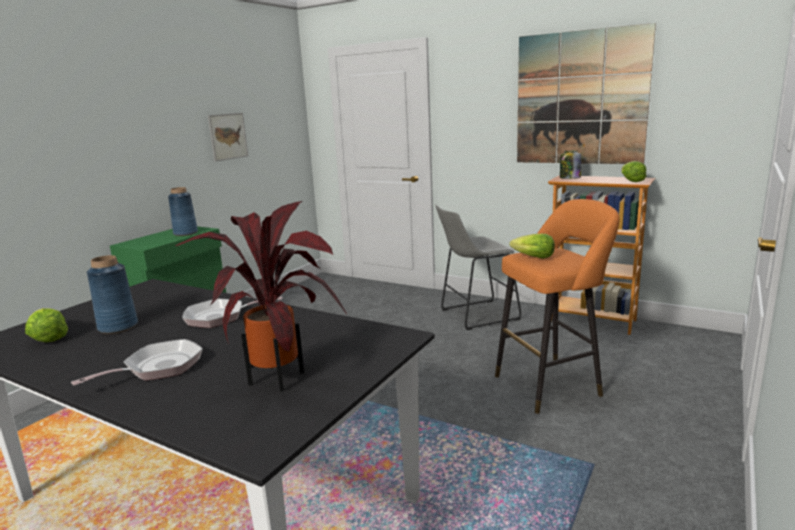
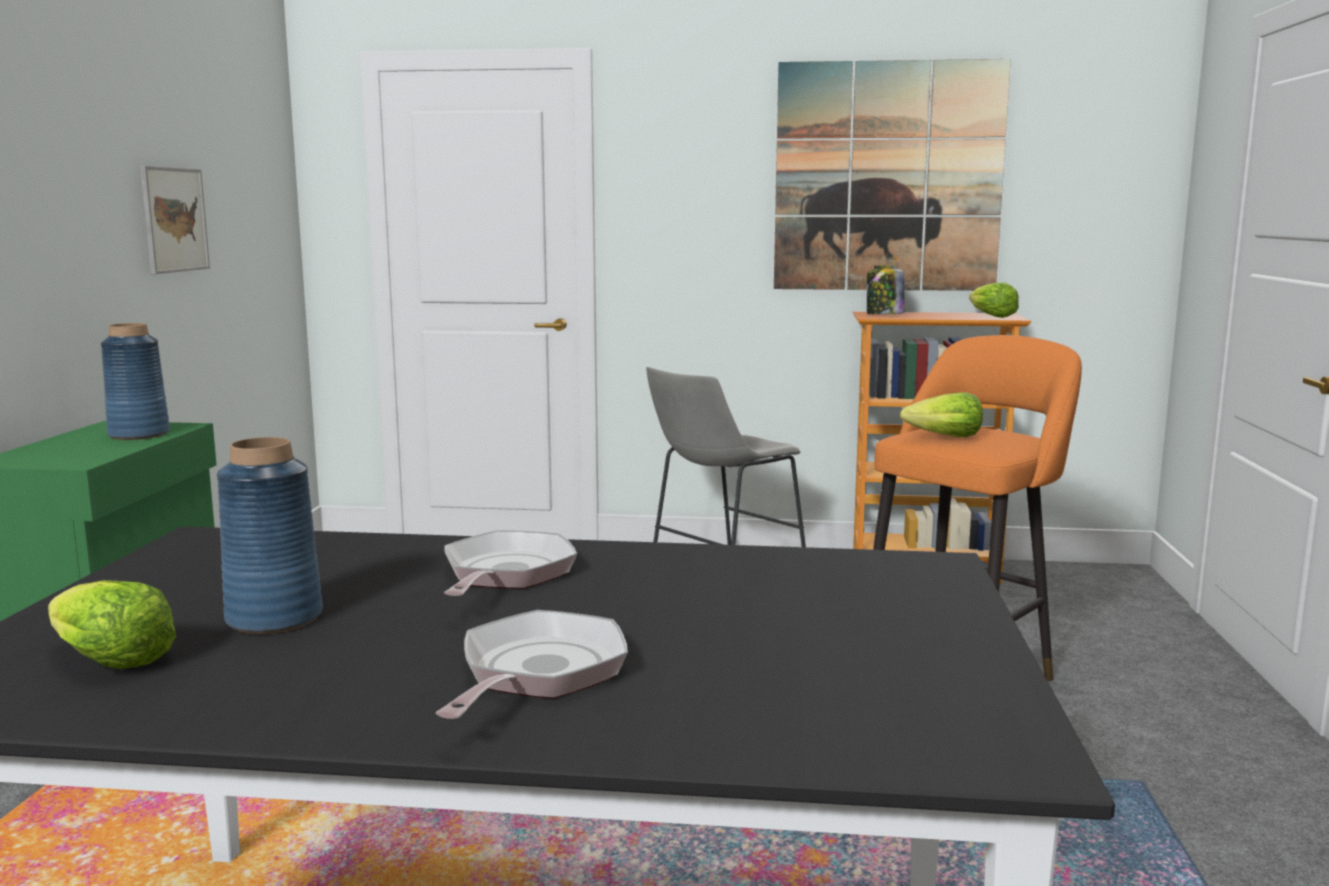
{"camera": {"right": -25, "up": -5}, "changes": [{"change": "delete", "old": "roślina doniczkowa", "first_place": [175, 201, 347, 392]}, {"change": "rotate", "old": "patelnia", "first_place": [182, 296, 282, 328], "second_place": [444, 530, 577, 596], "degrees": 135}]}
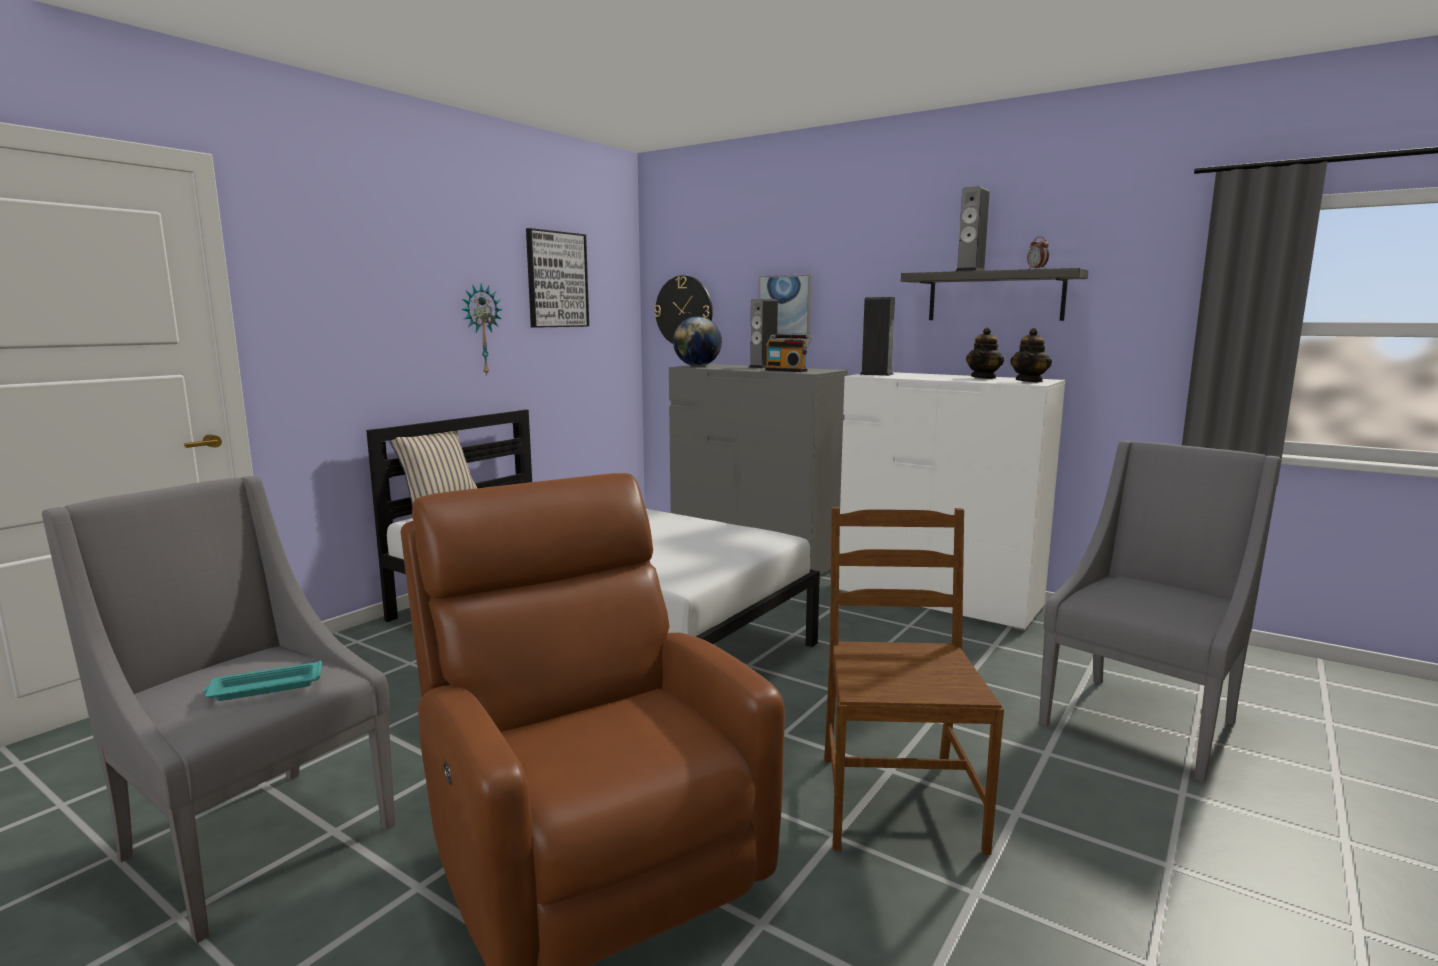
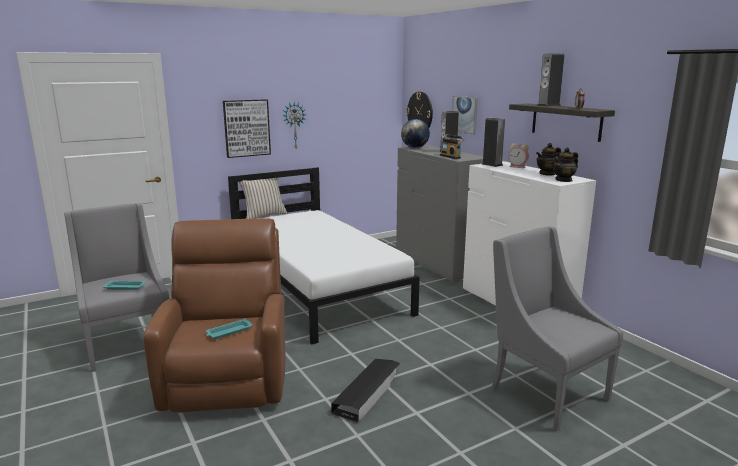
{"camera": {"right": 25, "up": 5}, "changes": [{"change": "move", "old": "obraz", "first_place": [526, 228, 589, 328], "second_place": [223, 99, 271, 158]}, {"change": "replace", "old": "krzesło/brązowy", "new": "pojemnik do przechowywania/czarny", "first_place": [824, 507, 1004, 855], "second_place": [331, 359, 400, 423]}, {"change": "rotate", "old": "fotel/szary", "first_place": [1039, 441, 1281, 783], "second_place": [491, 226, 623, 432], "degrees": -105}, {"change": "insert", "new": "taca/turkusowy", "second_place": [206, 318, 253, 339]}, {"change": "insert", "new": "budzik", "second_place": [508, 143, 529, 168]}]}
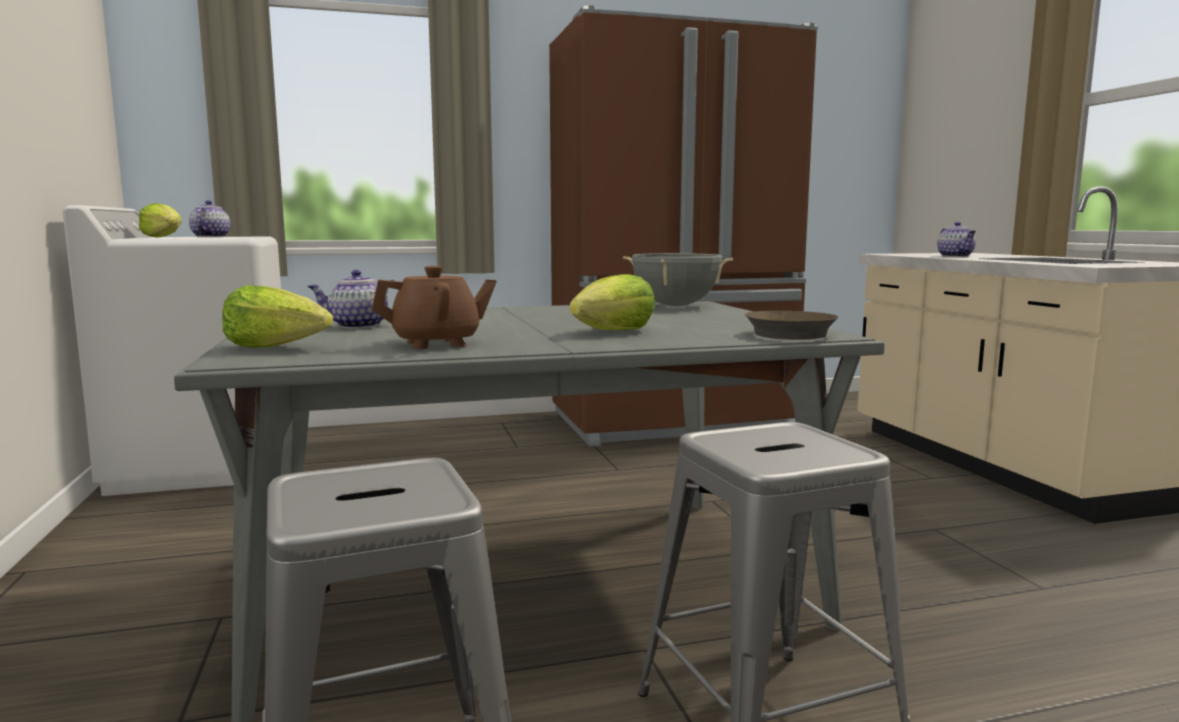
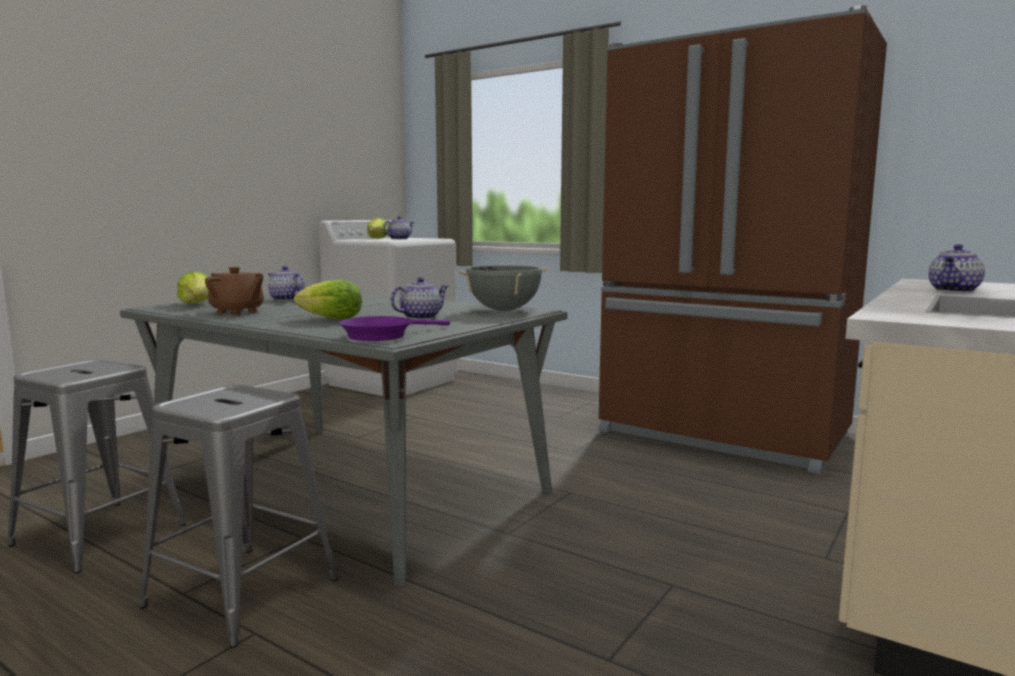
{"camera": {"right": 50, "up": 0}, "changes": [{"change": "recolor", "old": "patelnia/brązowy", "new": "patelnia/fioletowy", "first_place": [745, 311, 839, 340], "second_place": [339, 316, 450, 341]}, {"change": "insert", "new": "imbryk", "second_place": [390, 277, 448, 320]}]}
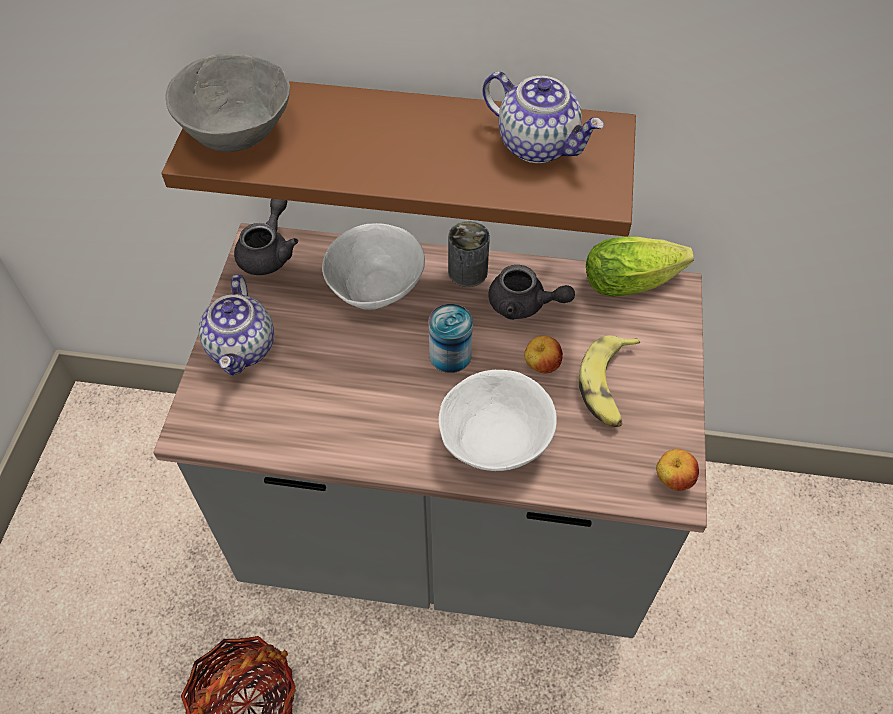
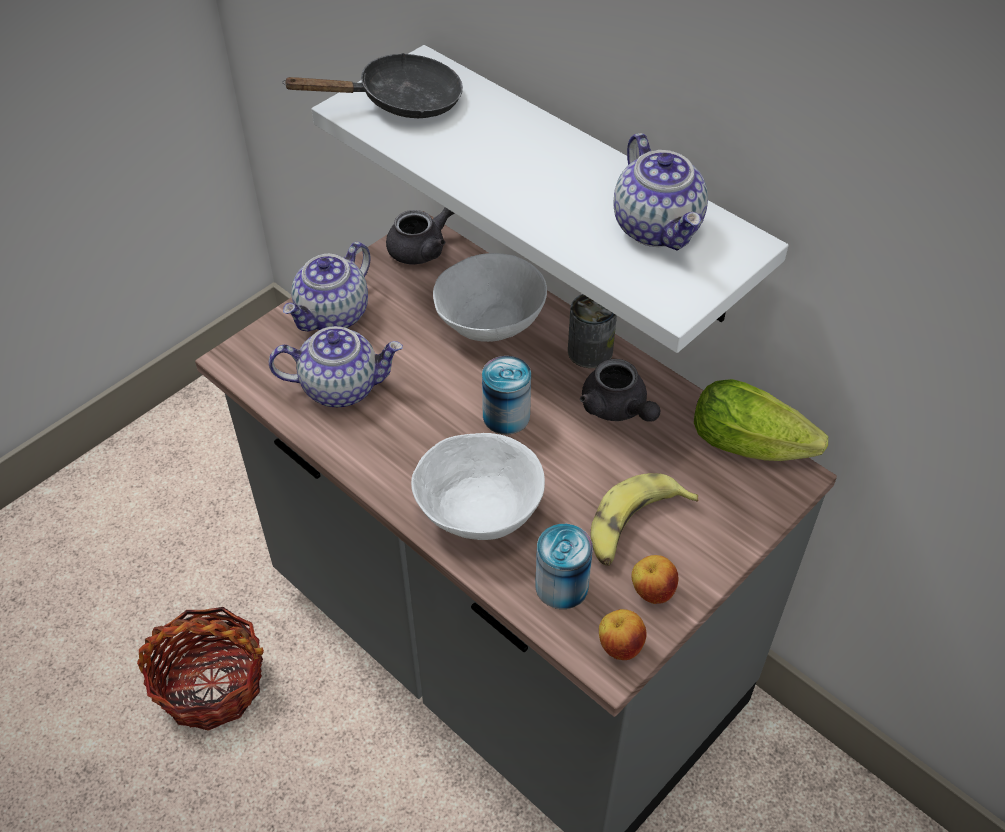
{"camera": {"right": 35, "up": -5}, "changes": [{"change": "recolor", "old": "półka/brązowy", "new": "półka/biały", "first_place": [161, 81, 636, 237], "second_place": [312, 45, 789, 353]}, {"change": "replace", "old": "miska/szary", "new": "patelnia/czarny", "first_place": [166, 53, 290, 152], "second_place": [282, 53, 463, 118]}, {"change": "move", "old": "jabłko", "first_place": [524, 336, 563, 373], "second_place": [631, 555, 678, 604]}, {"change": "insert", "new": "imbryk", "second_place": [269, 326, 403, 407]}, {"change": "insert", "new": "puszka", "second_place": [535, 524, 593, 609]}]}
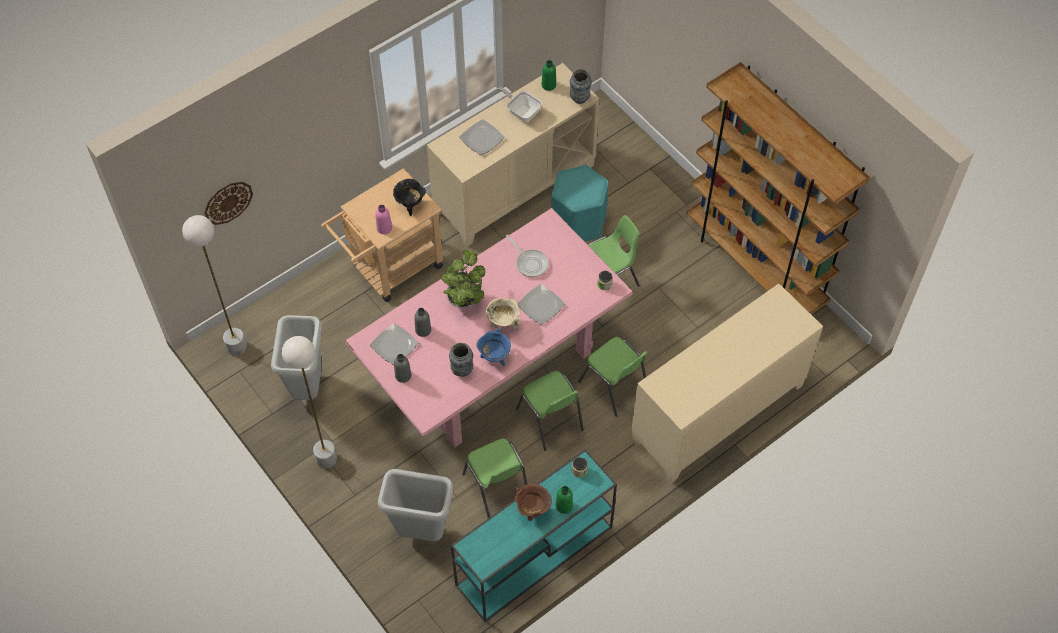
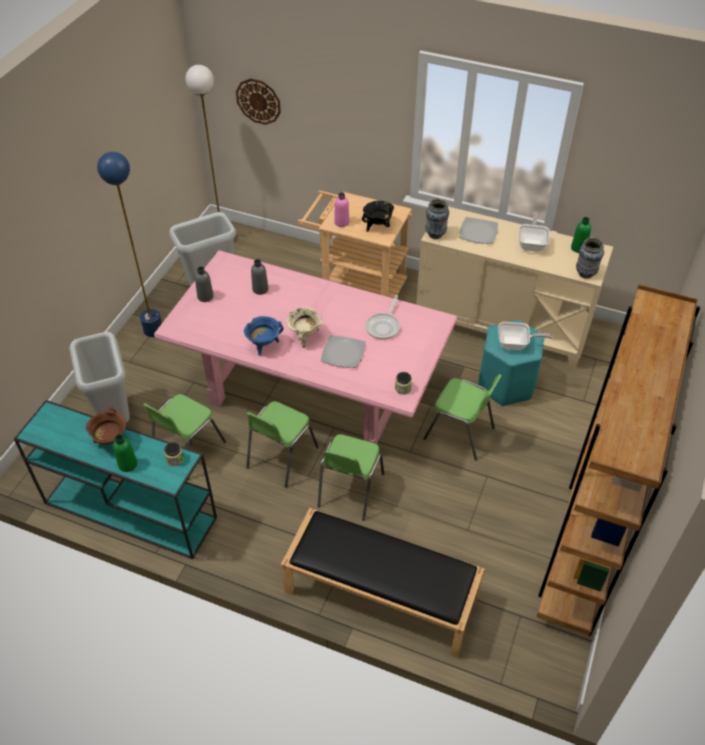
{"camera": {"right": 60, "up": -10}, "changes": [{"change": "recolor", "old": "lampa stojąca/biały", "new": "lampa stojąca/niebieski", "first_place": [282, 336, 337, 469], "second_place": [97, 152, 162, 337]}, {"change": "delete", "old": "talerz", "first_place": [370, 323, 418, 365]}, {"change": "delete", "old": "roślina doniczkowa", "first_place": [441, 250, 485, 308]}, {"change": "move", "old": "wazon", "first_place": [449, 343, 473, 377], "second_place": [425, 199, 449, 239]}, {"change": "replace", "old": "szafka/beżowy", "new": "ławka/czarny", "first_place": [631, 284, 823, 483], "second_place": [281, 508, 485, 658]}, {"change": "insert", "new": "patelnia", "second_place": [499, 322, 553, 350]}]}
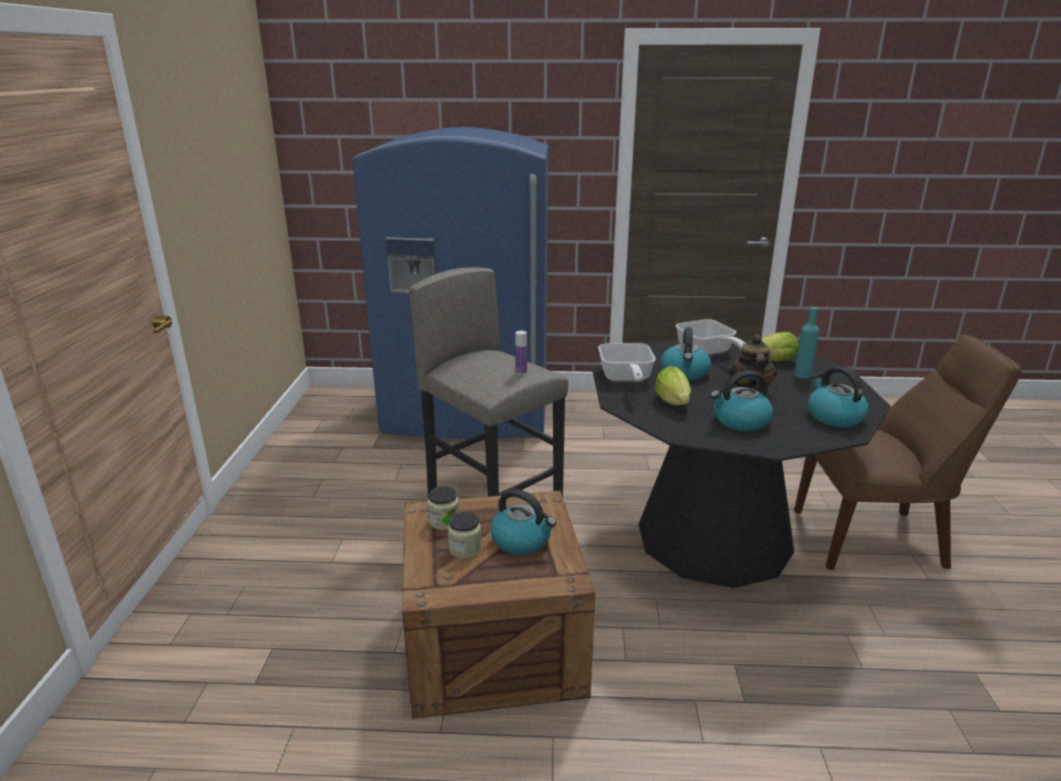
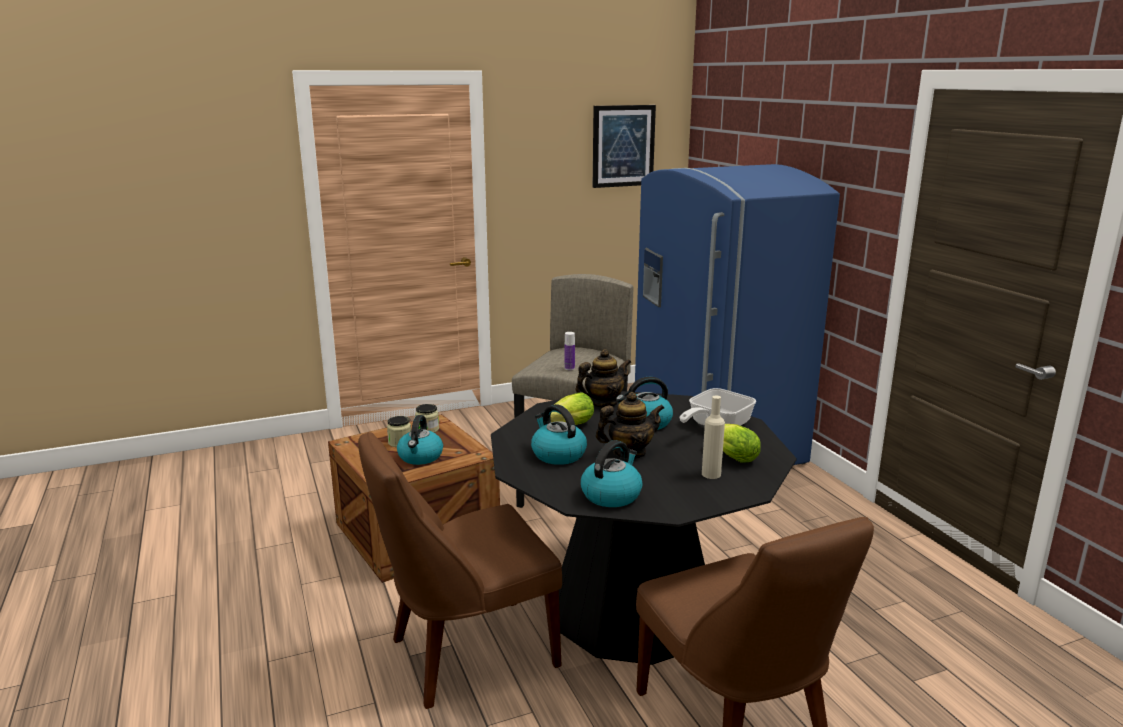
{"camera": {"right": 65, "up": -5}, "changes": [{"change": "replace", "old": "patelnia", "new": "imbryk", "first_place": [598, 343, 656, 382], "second_place": [576, 349, 631, 407]}, {"change": "recolor", "old": "butelka/turkusowy", "new": "butelka/beżowy", "first_place": [794, 307, 819, 379], "second_place": [702, 396, 725, 479]}, {"change": "insert", "new": "krzesło/brązowy", "second_place": [358, 432, 562, 709]}, {"change": "insert", "new": "obraz", "second_place": [593, 105, 656, 188]}]}
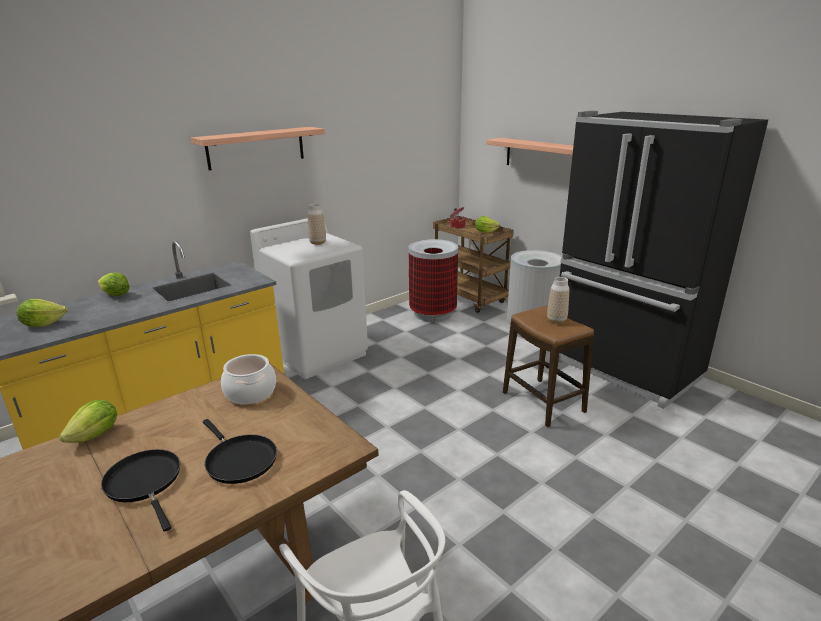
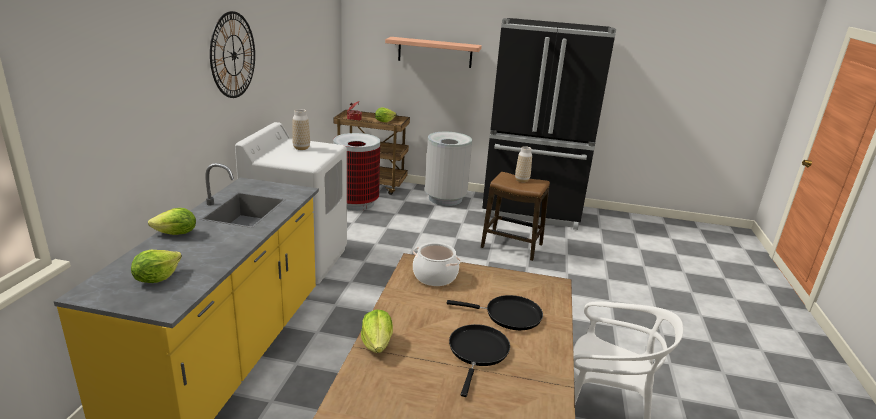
{"camera": {"right": -40, "up": 0}, "changes": [{"change": "rotate", "old": "patelnia/czarny", "first_place": [101, 449, 180, 532], "second_place": [449, 324, 510, 397], "degrees": 90}, {"change": "replace", "old": "półka", "new": "zegar ścienny", "first_place": [191, 127, 325, 170], "second_place": [210, 11, 255, 98]}]}
